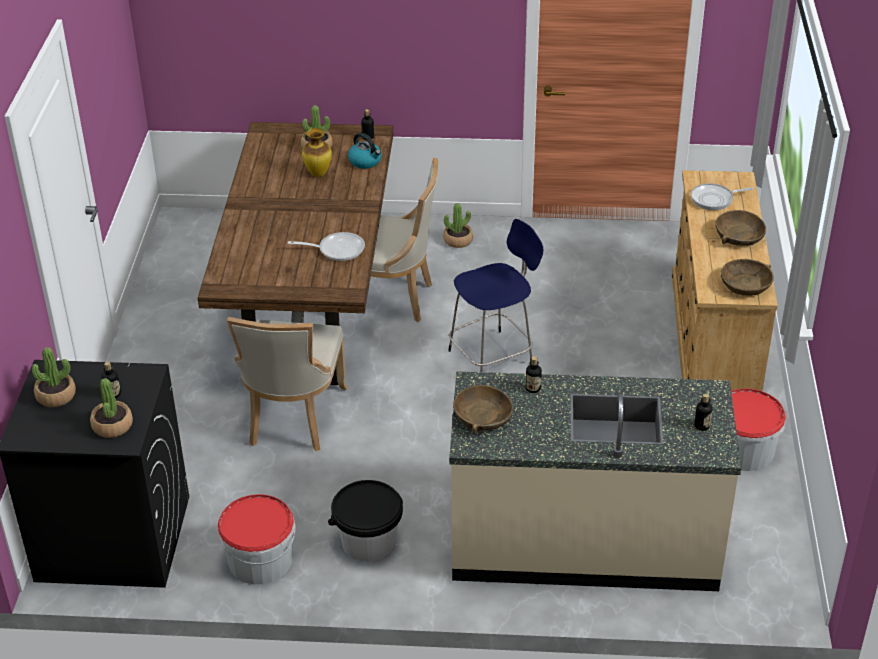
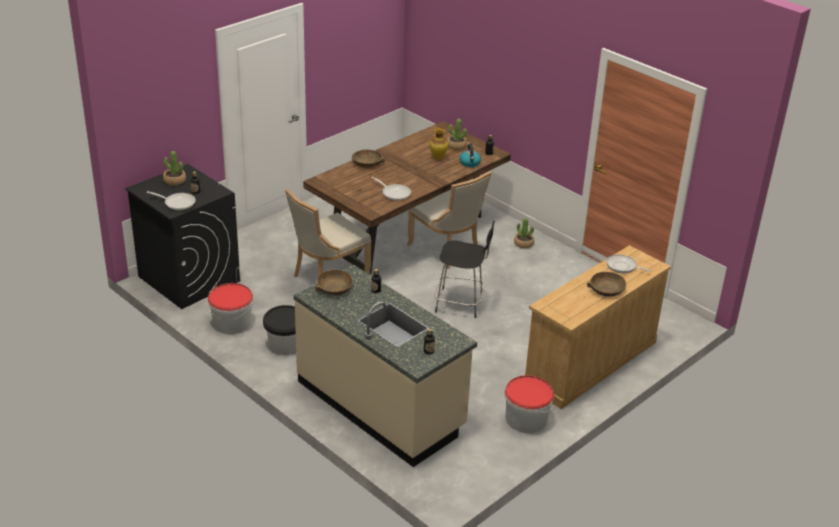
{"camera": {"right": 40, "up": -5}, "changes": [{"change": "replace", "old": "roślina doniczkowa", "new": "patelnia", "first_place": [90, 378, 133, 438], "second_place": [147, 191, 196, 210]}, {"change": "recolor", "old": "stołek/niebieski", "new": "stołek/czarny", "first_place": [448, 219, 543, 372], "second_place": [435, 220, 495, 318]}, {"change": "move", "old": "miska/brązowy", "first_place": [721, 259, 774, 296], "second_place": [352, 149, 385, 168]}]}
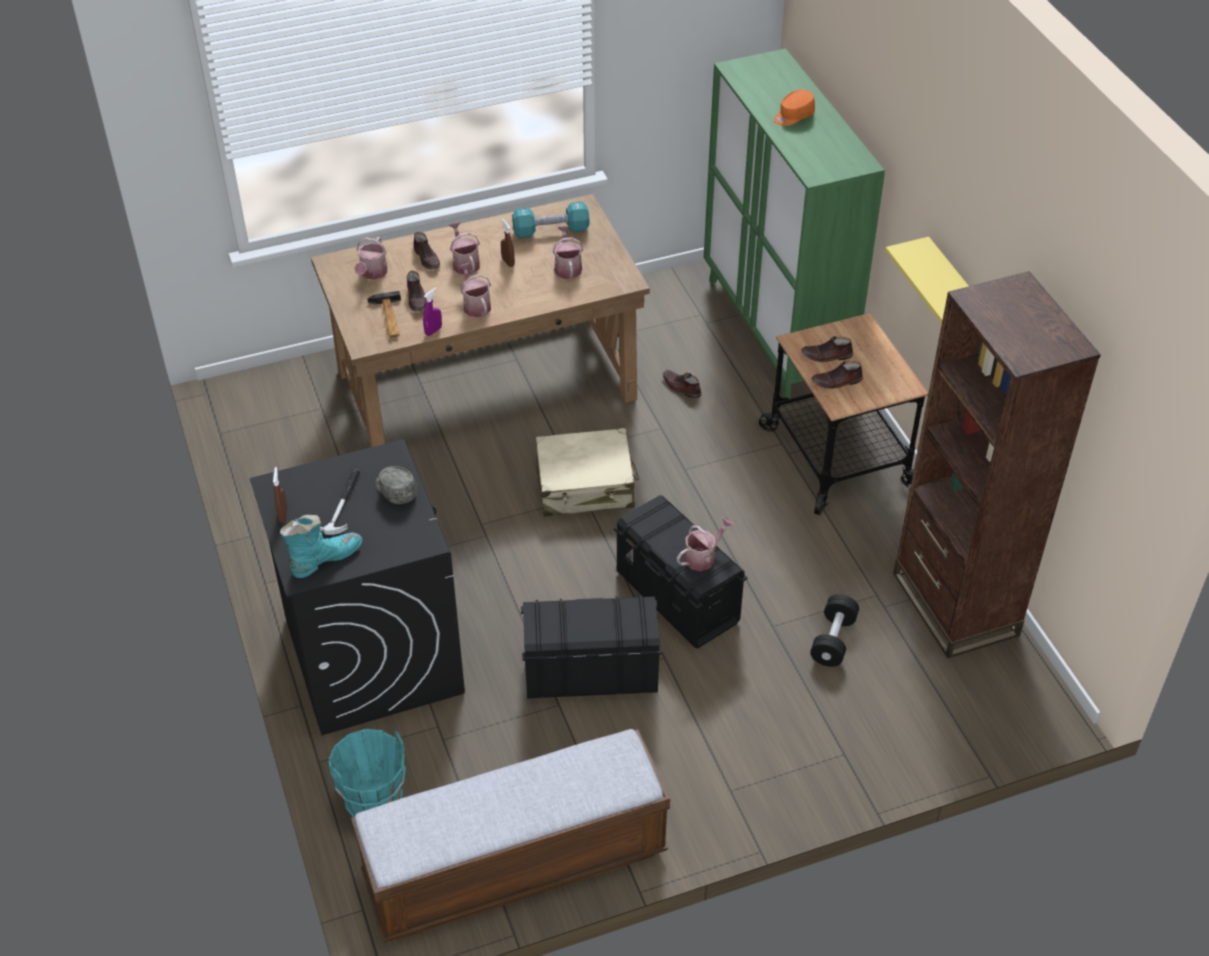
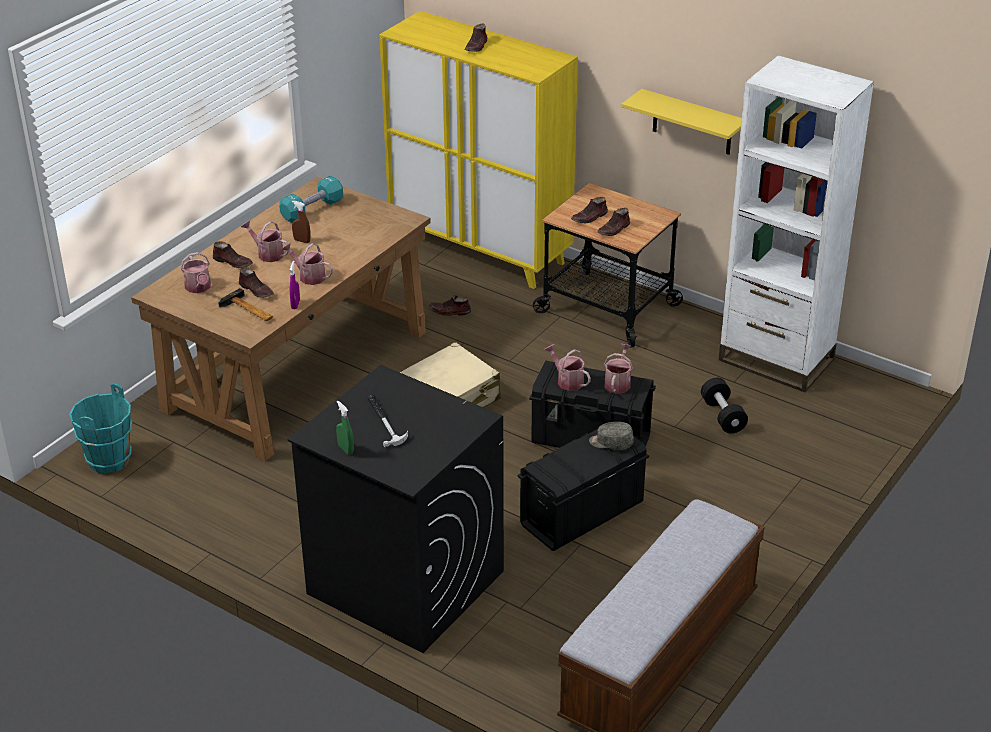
{"camera": {"right": -35, "up": -10}, "changes": [{"change": "recolor", "old": "spryskiwacz/brązowy", "new": "spryskiwacz/zielony", "first_place": [273, 467, 288, 523], "second_place": [336, 401, 354, 455]}, {"change": "delete", "old": "but z cholewką/turkusowy", "first_place": [280, 515, 362, 578]}, {"change": "move", "old": "wiadro/turkusowy", "first_place": [329, 729, 406, 817], "second_place": [69, 383, 132, 474]}, {"change": "move", "old": "czapka z daszkiem/szary", "first_place": [376, 466, 418, 504], "second_place": [589, 422, 634, 450]}, {"change": "move", "old": "konewka", "first_place": [552, 226, 583, 279], "second_place": [544, 344, 591, 391]}, {"change": "recolor", "old": "szafka/zielony", "new": "szafka/żółty", "first_place": [704, 48, 885, 399], "second_place": [379, 11, 578, 289]}, {"change": "replace", "old": "czapka z daszkiem/pomarańczowy", "new": "but/brązowy", "first_place": [774, 90, 815, 126], "second_place": [465, 23, 487, 52]}, {"change": "recolor", "old": "regał/brązowy", "new": "regał/biały", "first_place": [893, 271, 1101, 658], "second_place": [719, 55, 874, 392]}]}
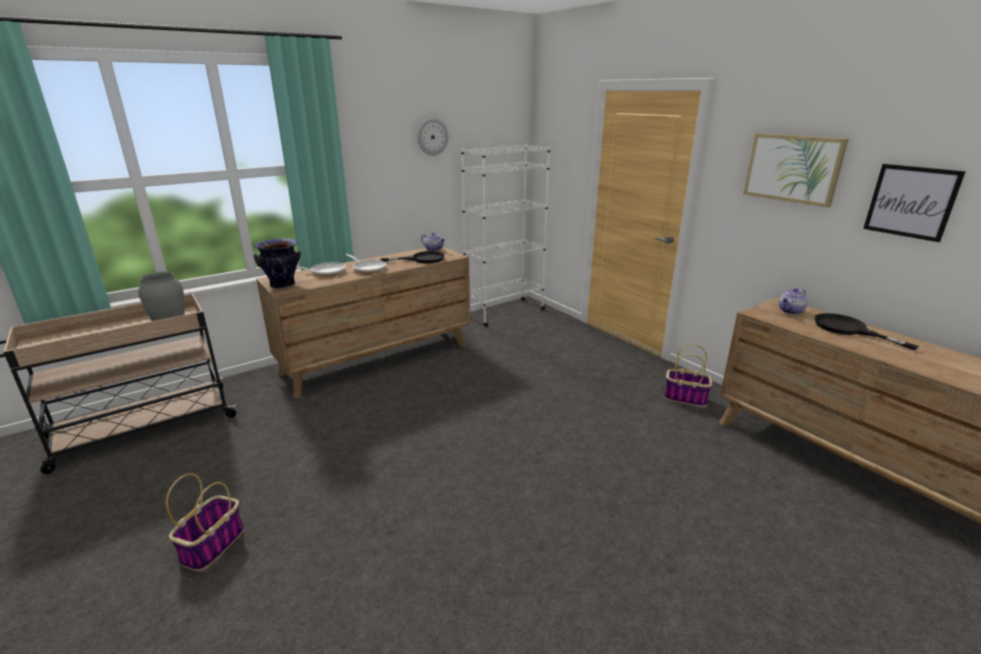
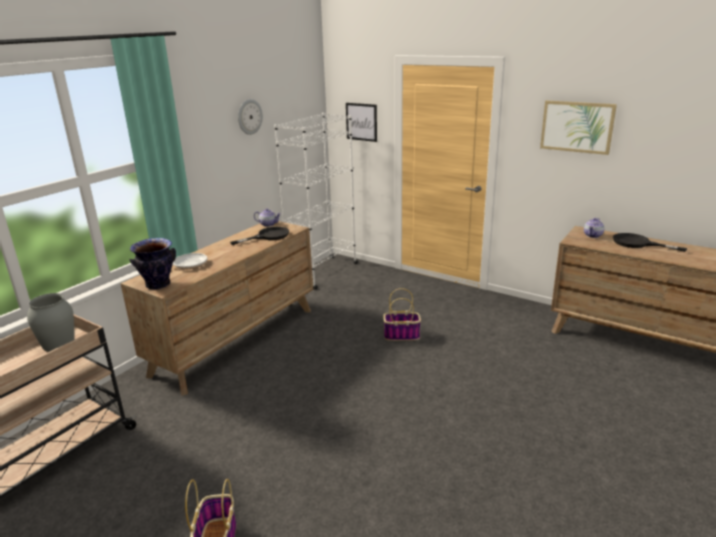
{"camera": {"right": -20, "up": 0}, "changes": [{"change": "delete", "old": "patelnia", "first_place": [345, 254, 387, 273]}, {"change": "move", "old": "koszyk", "first_place": [664, 344, 712, 407], "second_place": [383, 288, 421, 341]}, {"change": "move", "old": "obraz", "first_place": [863, 164, 966, 242], "second_place": [346, 103, 377, 142]}]}
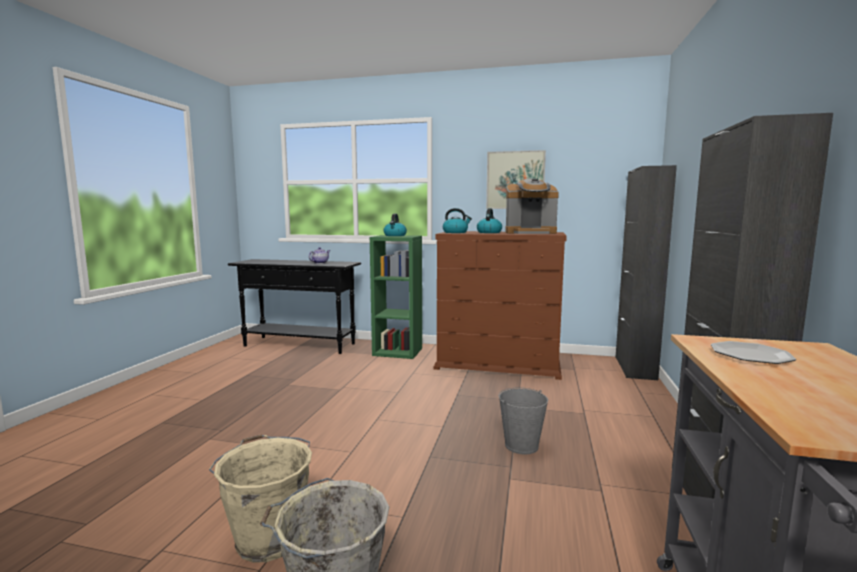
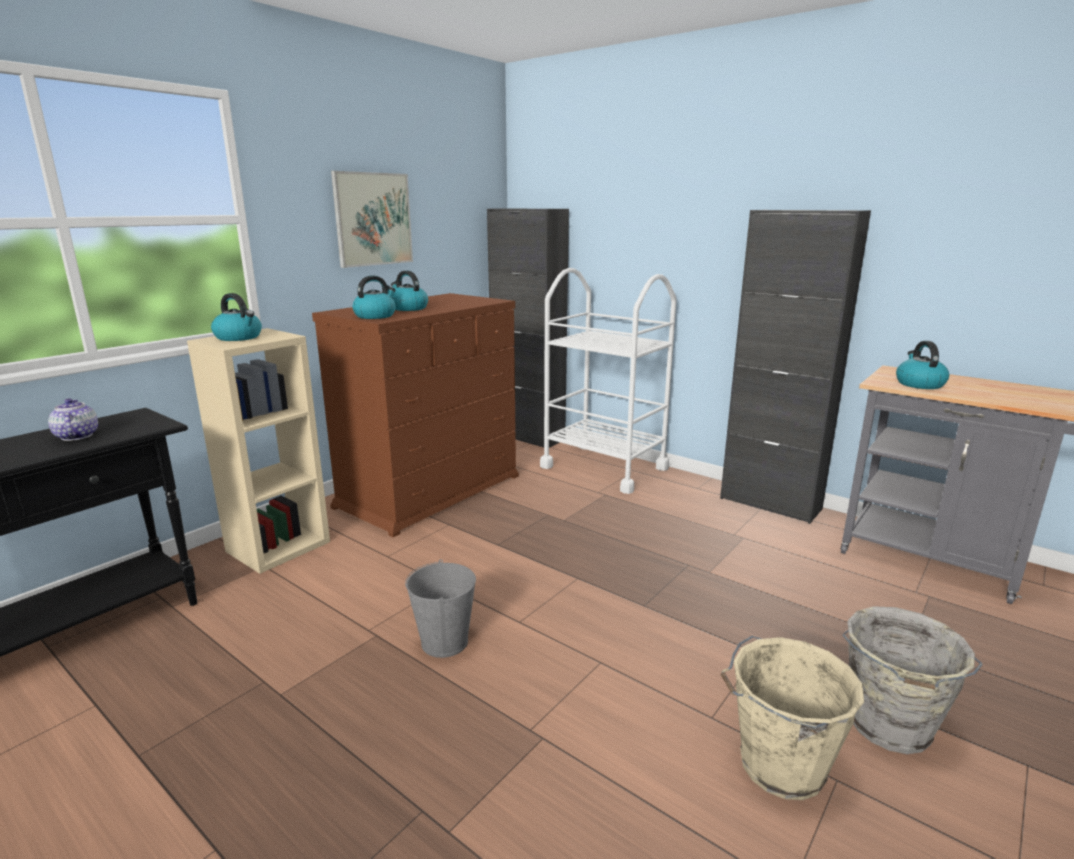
{"camera": {"right": -65, "up": 10}, "changes": [{"change": "recolor", "old": "regał/zielony", "new": "regał/beżowy", "first_place": [370, 235, 422, 359], "second_place": [187, 328, 330, 574]}, {"change": "move", "old": "wiadro/szary", "first_place": [499, 387, 548, 454], "second_place": [405, 559, 476, 658]}, {"change": "delete", "old": "ekspres do kawy", "first_place": [505, 179, 559, 234]}, {"change": "replace", "old": "talerz", "new": "czajnik", "first_place": [711, 341, 796, 364], "second_place": [896, 341, 949, 389]}, {"change": "insert", "new": "wózek/biały", "second_place": [540, 268, 677, 494]}]}
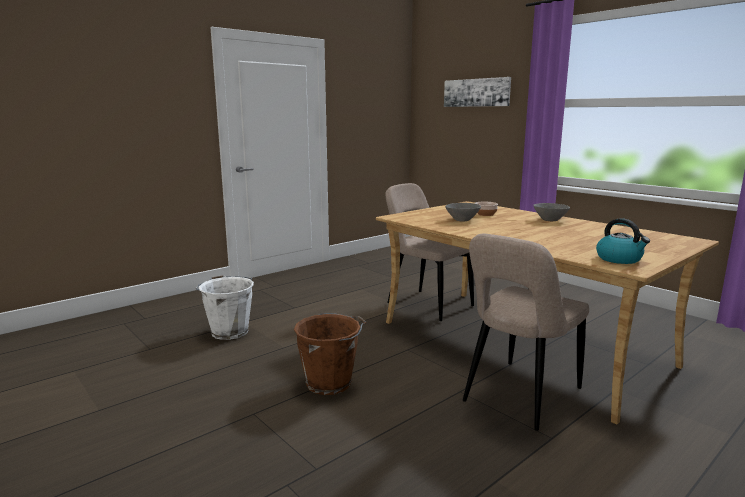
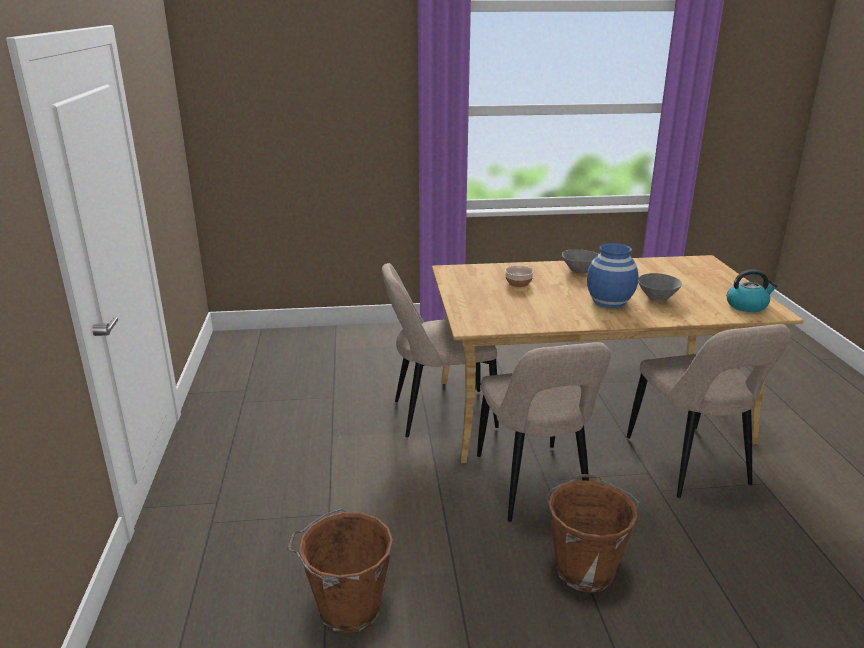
{"camera": {"right": -55, "up": 10}, "changes": [{"change": "recolor", "old": "wiadro/biały", "new": "wiadro/brązowy", "first_place": [196, 275, 254, 340], "second_place": [287, 509, 393, 634]}, {"change": "delete", "old": "obraz", "first_place": [444, 77, 511, 107]}, {"change": "move", "old": "miska/szary", "first_place": [445, 203, 481, 221], "second_place": [638, 273, 682, 301]}, {"change": "insert", "new": "krzesło/beżowy", "second_place": [477, 342, 611, 522]}, {"change": "insert", "new": "wazon/niebieski", "second_place": [587, 243, 639, 308]}]}
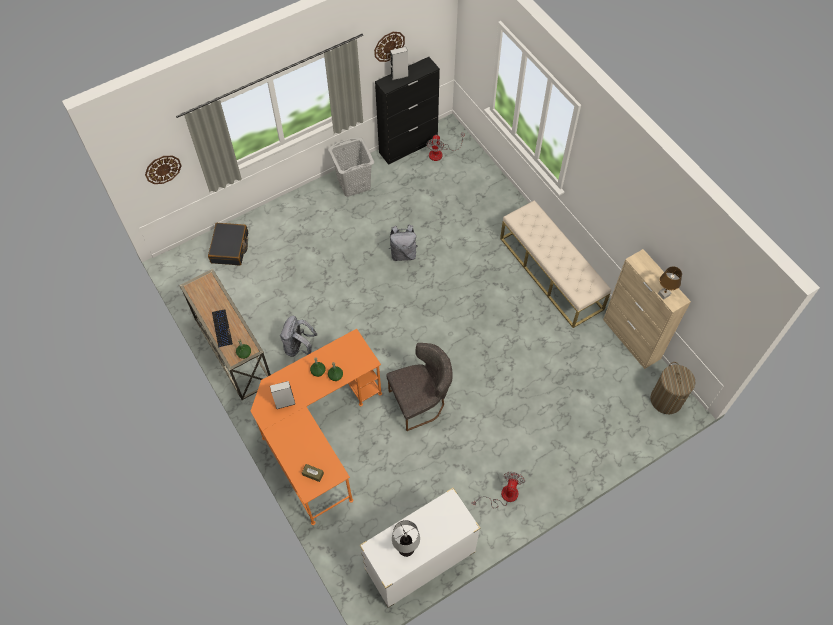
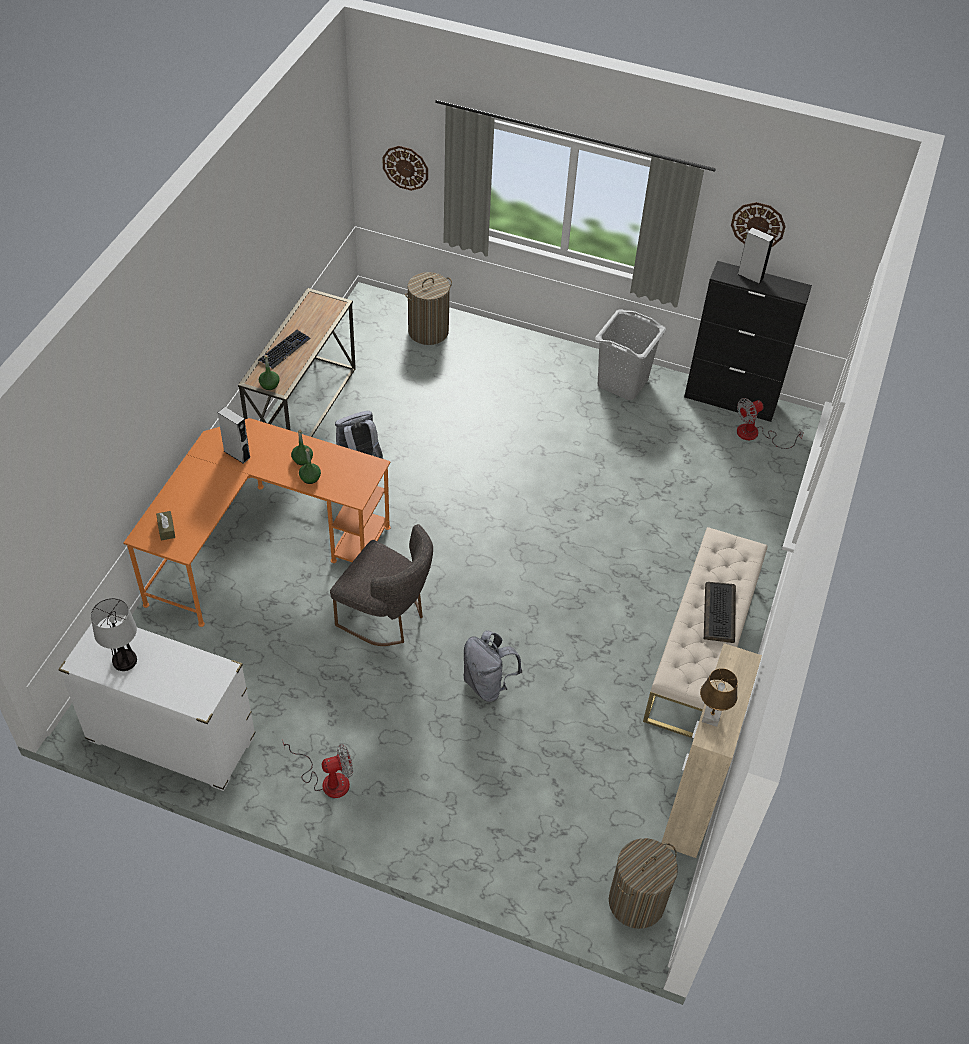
{"camera": {"right": 50, "up": -10}, "changes": [{"change": "replace", "old": "walizka/czarny", "new": "kosz na pranie", "first_place": [208, 223, 248, 265], "second_place": [405, 272, 452, 345]}, {"change": "move", "old": "plecak/szary", "first_place": [389, 224, 418, 261], "second_place": [464, 630, 522, 702]}, {"change": "insert", "new": "klawiatura", "second_place": [704, 582, 736, 643]}]}
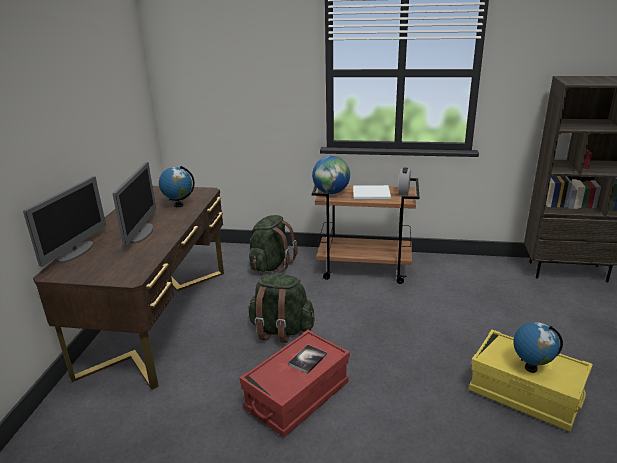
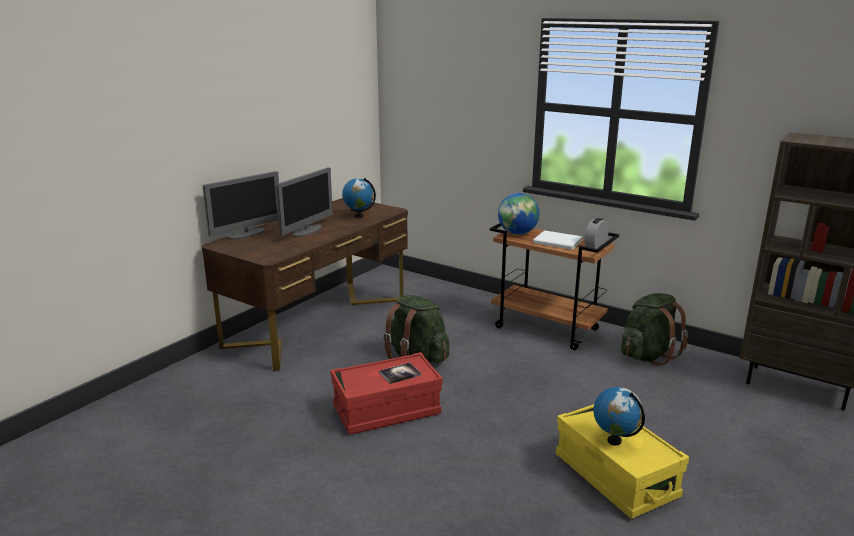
{"camera": {"right": 25, "up": -5}, "changes": [{"change": "move", "old": "plecak/zielony", "first_place": [249, 215, 298, 273], "second_place": [621, 293, 688, 366]}]}
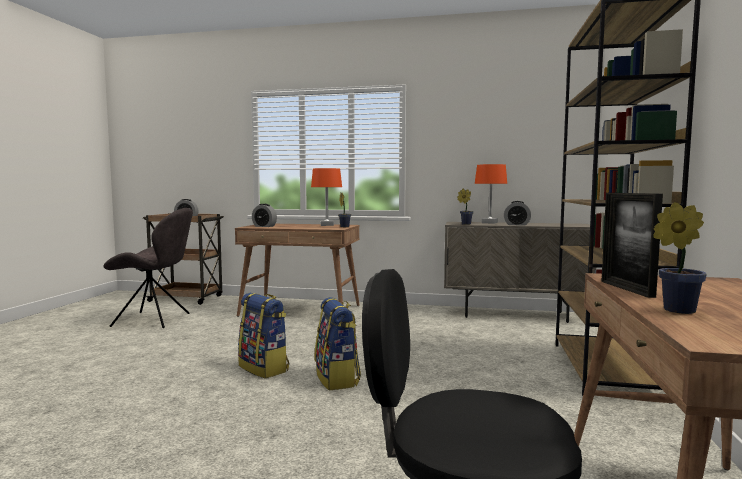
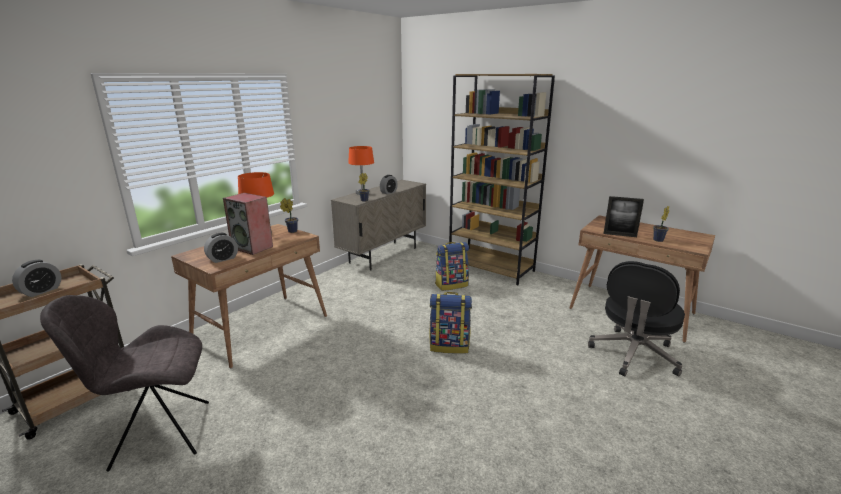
{"camera": {"right": -65, "up": 15}, "changes": [{"change": "rotate", "old": "krzesło/szary", "first_place": [103, 208, 193, 328], "second_place": [40, 295, 209, 472], "degrees": -135}, {"change": "move", "old": "plecak", "first_place": [238, 293, 289, 379], "second_place": [435, 242, 469, 291]}, {"change": "insert", "new": "głośnik", "second_place": [223, 193, 273, 255]}]}
